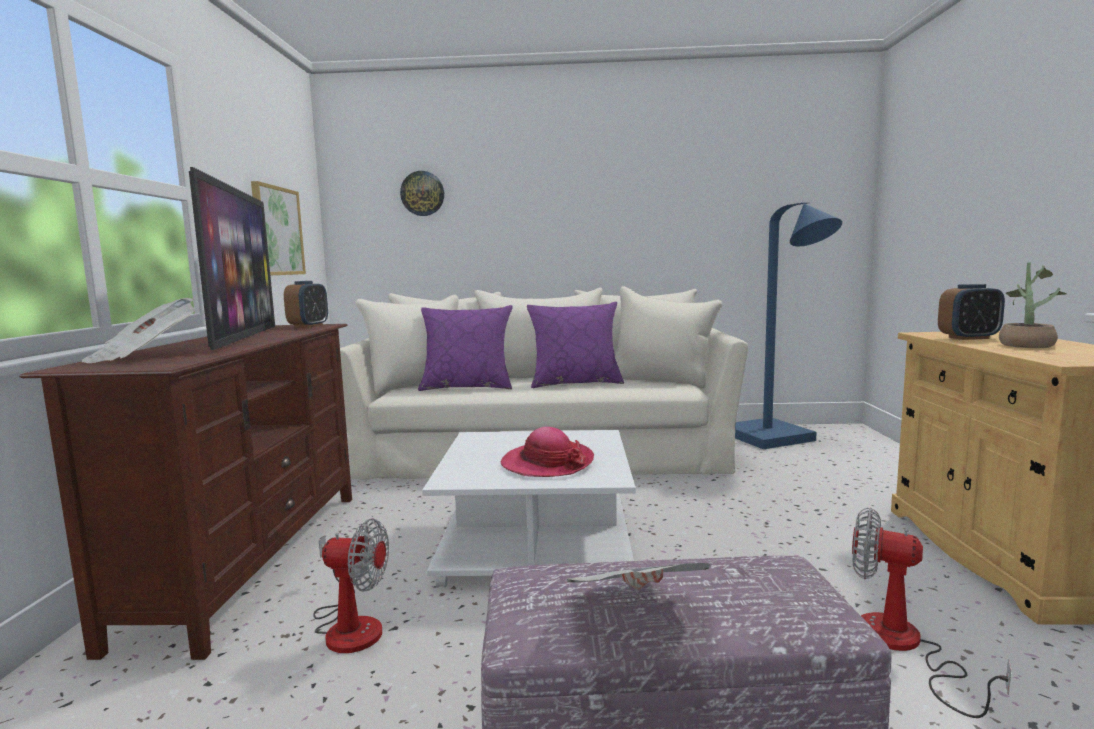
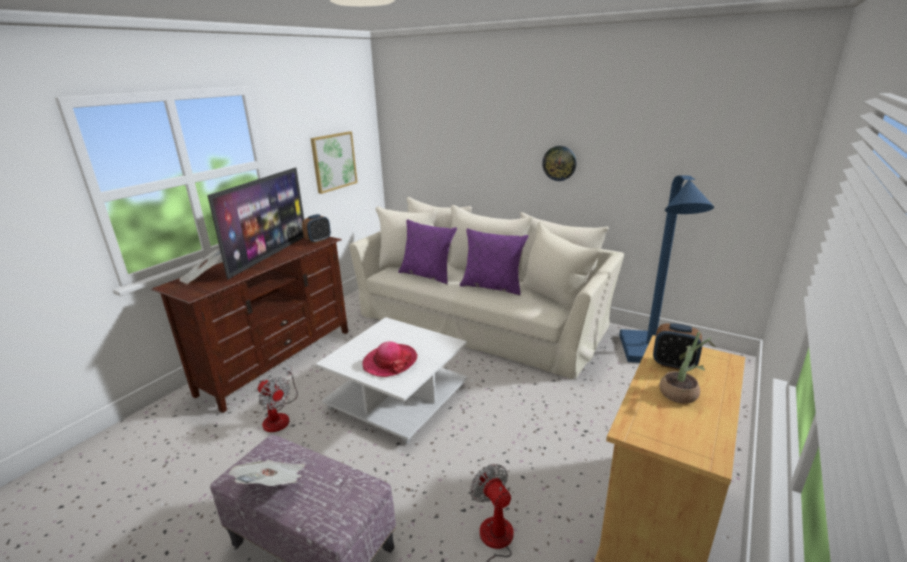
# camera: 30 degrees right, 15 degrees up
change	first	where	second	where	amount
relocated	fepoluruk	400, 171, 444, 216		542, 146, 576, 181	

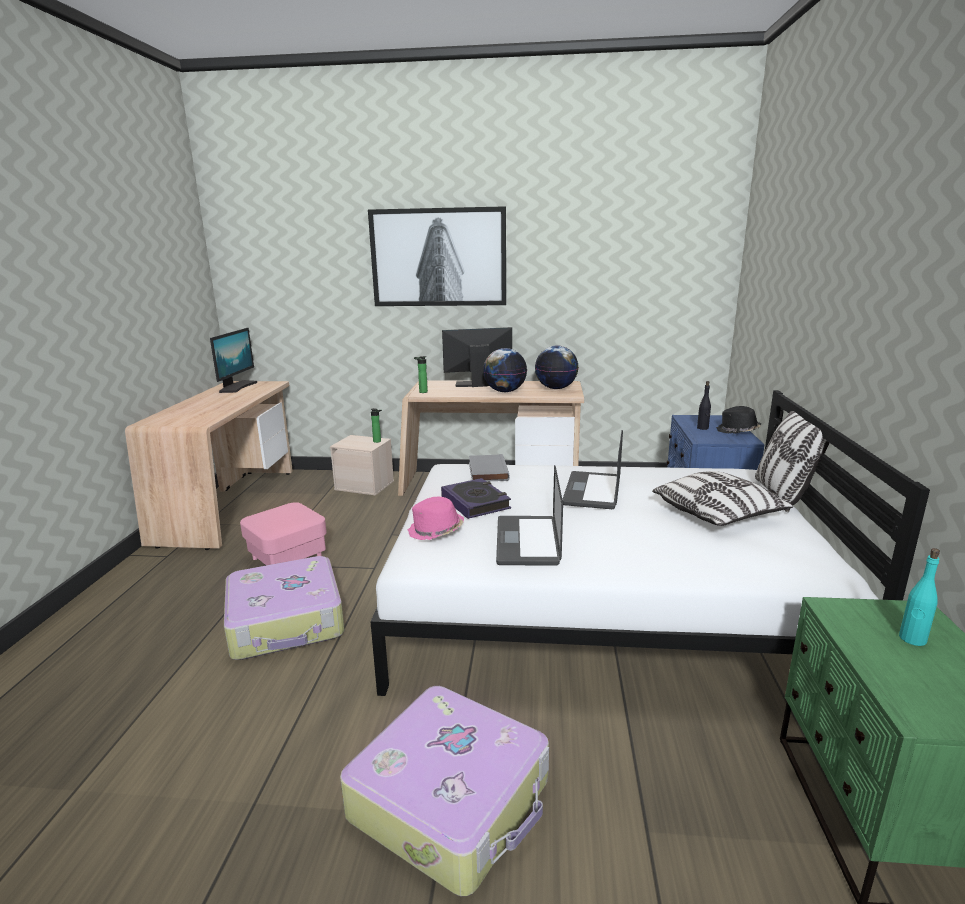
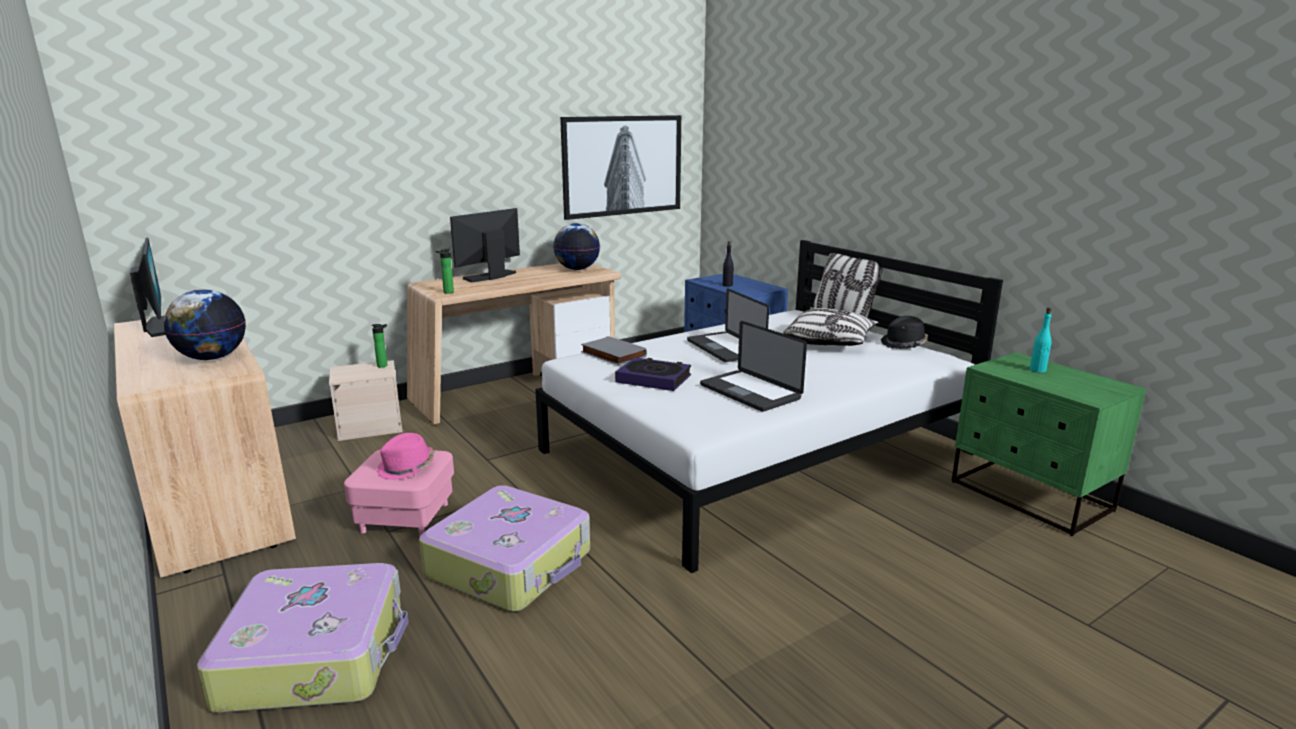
# camera: 40 degrees left, 0 degrees up
change	first	where	second	where	amount
relocated	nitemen	483, 348, 527, 392		164, 289, 246, 360	
relocated	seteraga	340, 686, 549, 896		197, 563, 408, 713	
relocated	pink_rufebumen	407, 497, 464, 540		377, 433, 435, 480	
relocated	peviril	368, 206, 506, 306		560, 115, 681, 220	
relocated	black_rufebumen	716, 406, 761, 434		881, 316, 928, 349	

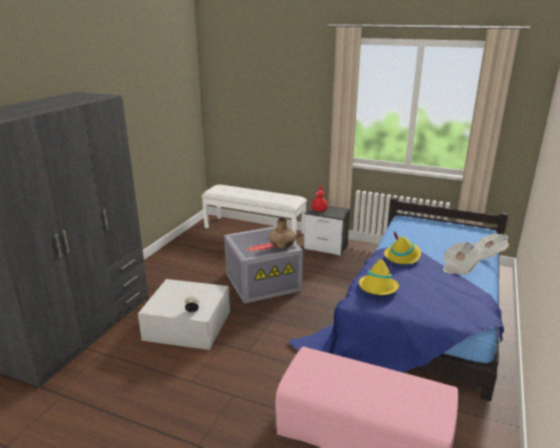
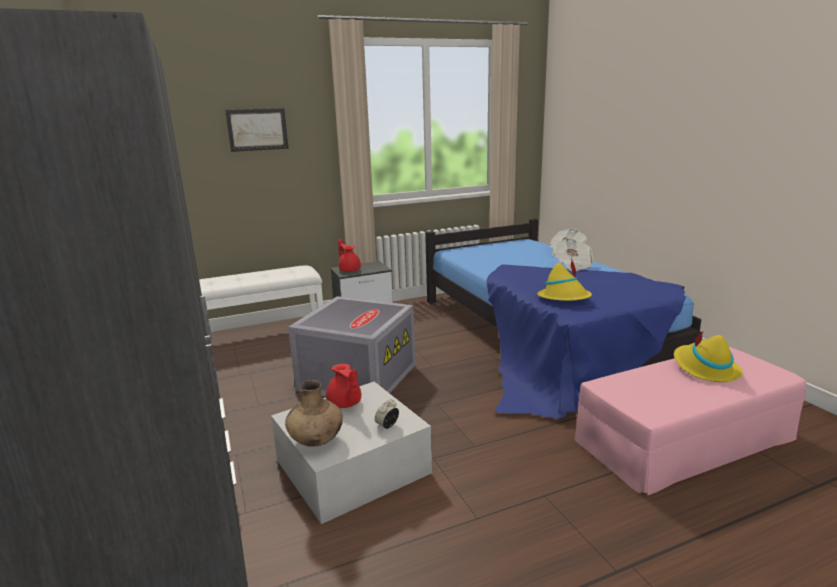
# camera: 45 degrees left, 5 degrees down
change	first	where	second	where	amount
appeared			peviril	225, 108, 289, 152	
relocated	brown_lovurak	269, 217, 296, 249		285, 380, 343, 447	
appeared			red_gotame	326, 364, 361, 408	
relocated	yellow_rufebumen	384, 230, 421, 264		674, 332, 743, 382	

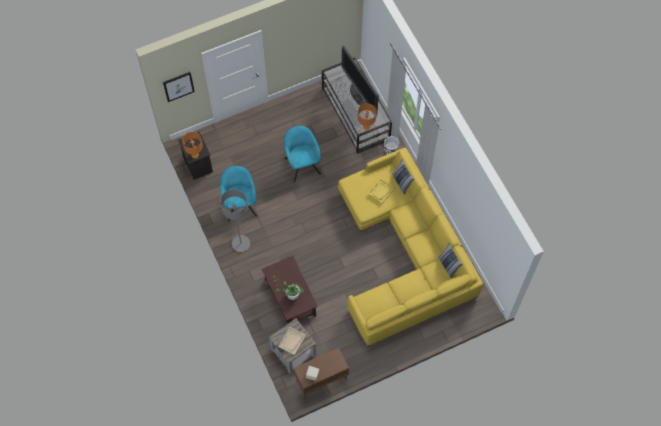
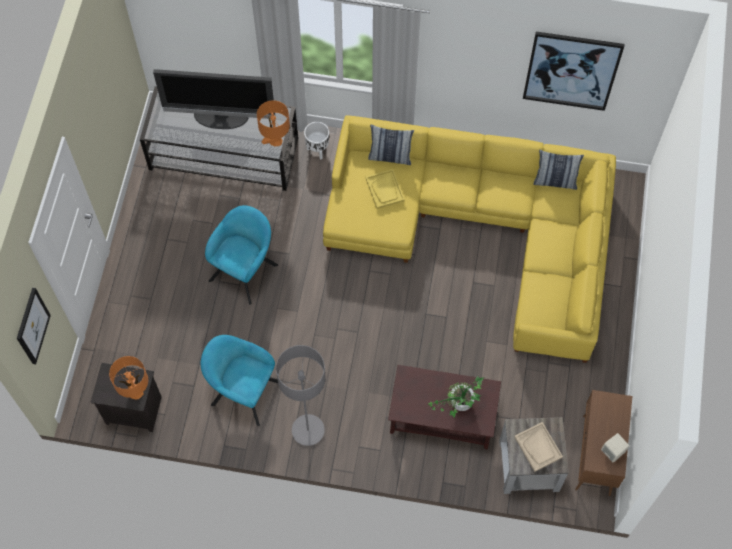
# camera: 55 degrees left, 0 degrees up
change	first	where	second	where	amount
spun	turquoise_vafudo	284, 126, 321, 183		205, 205, 278, 304	105 degrees clockwise
appeared			peviril	523, 32, 625, 111	

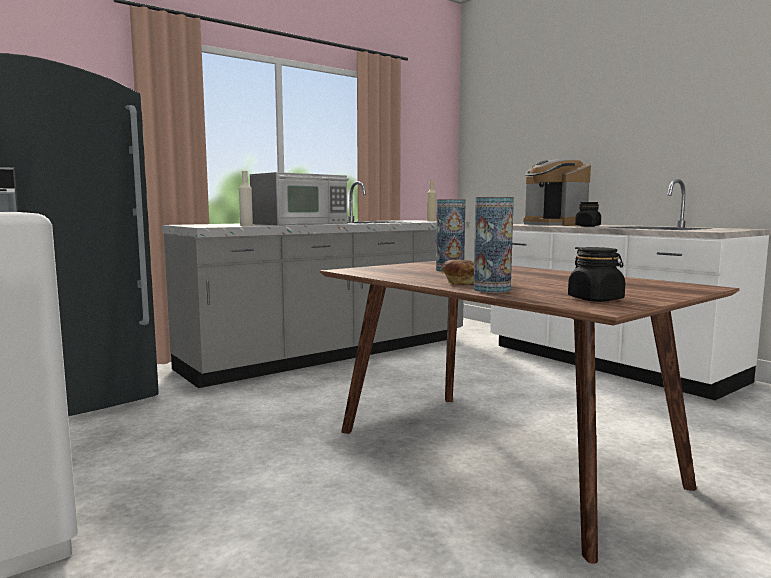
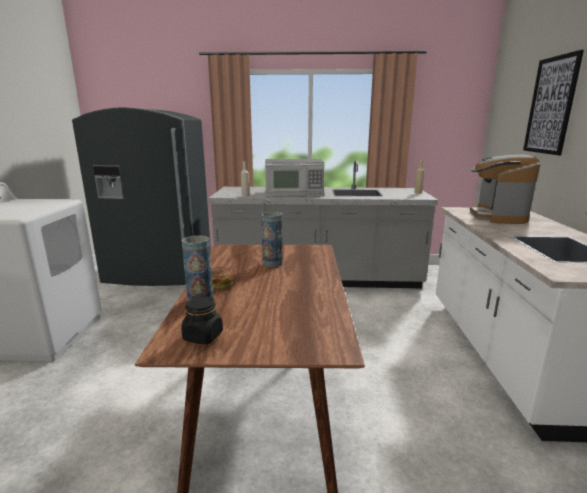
# camera: 40 degrees right, 10 degrees up
change	first	where	second	where	amount
appeared			peviril	523, 50, 584, 155	
missing	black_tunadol	575, 202, 601, 227			

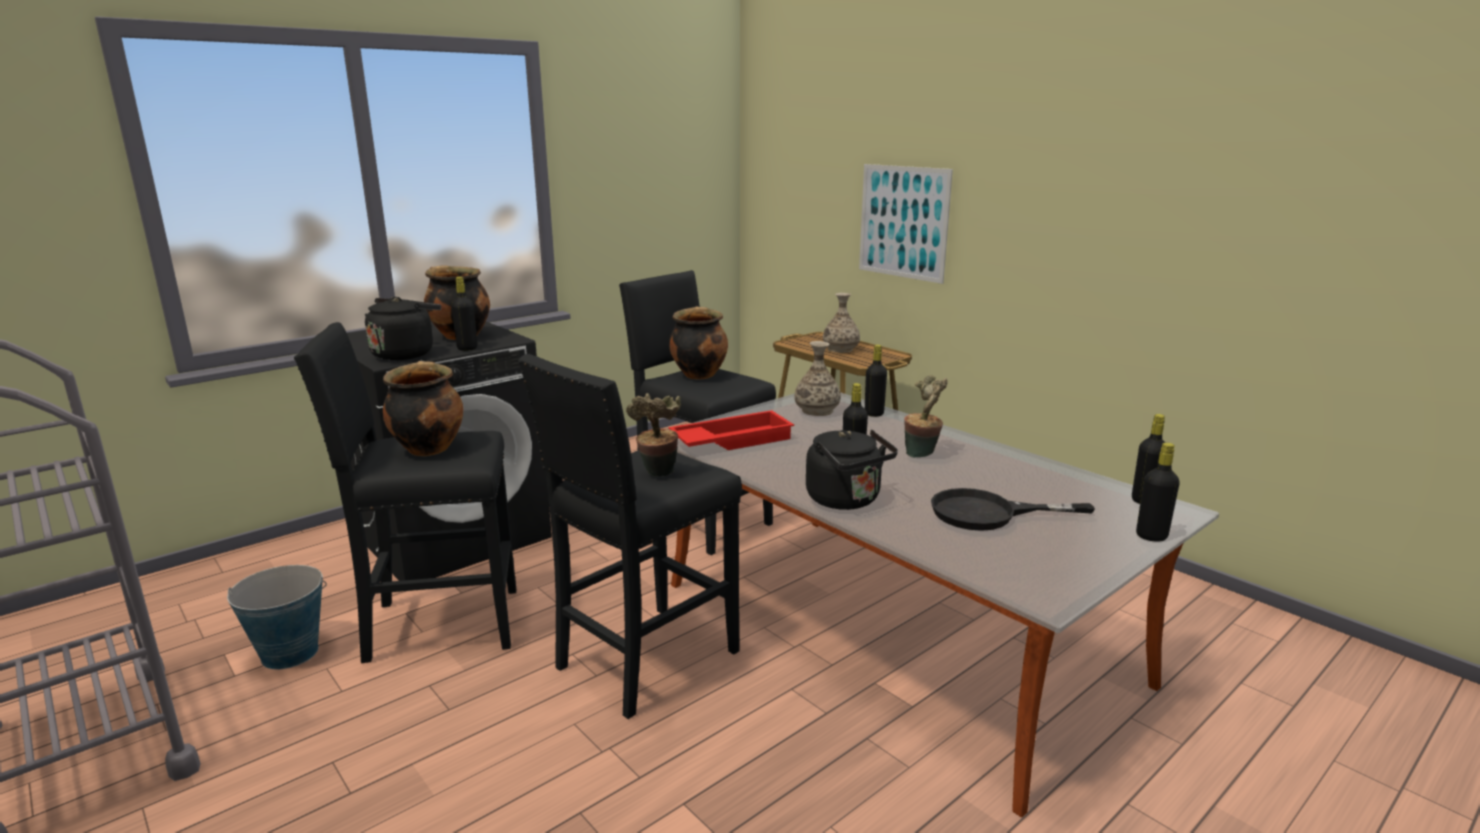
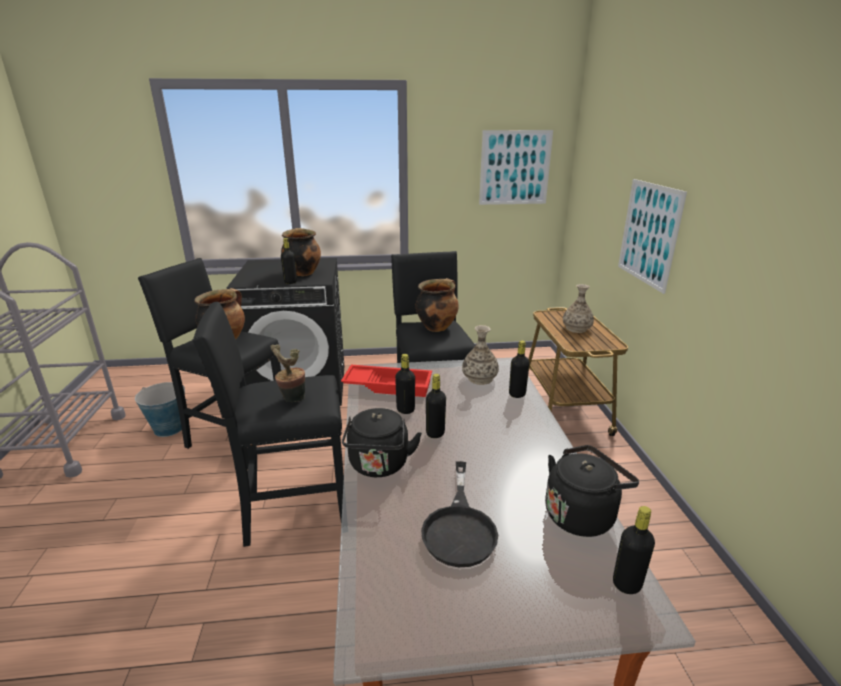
# camera: 35 degrees right, 5 degrees up
change	first	where	second	where	amount
relocated	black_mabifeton	1136, 443, 1180, 542		395, 354, 415, 414	
spun	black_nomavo	931, 488, 1095, 531		421, 461, 498, 567	120 degrees counterclockwise
appeared			peviril	479, 130, 553, 205	
relocated	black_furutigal	365, 297, 441, 361		545, 445, 639, 537	
missing	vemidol	904, 375, 947, 458			

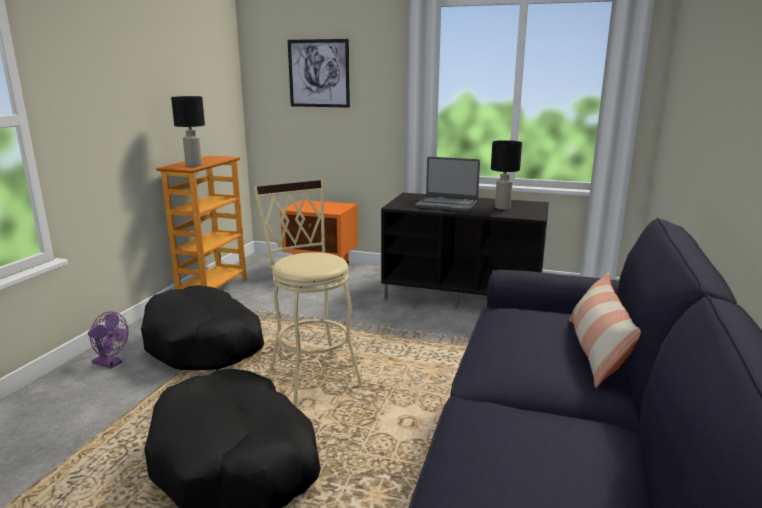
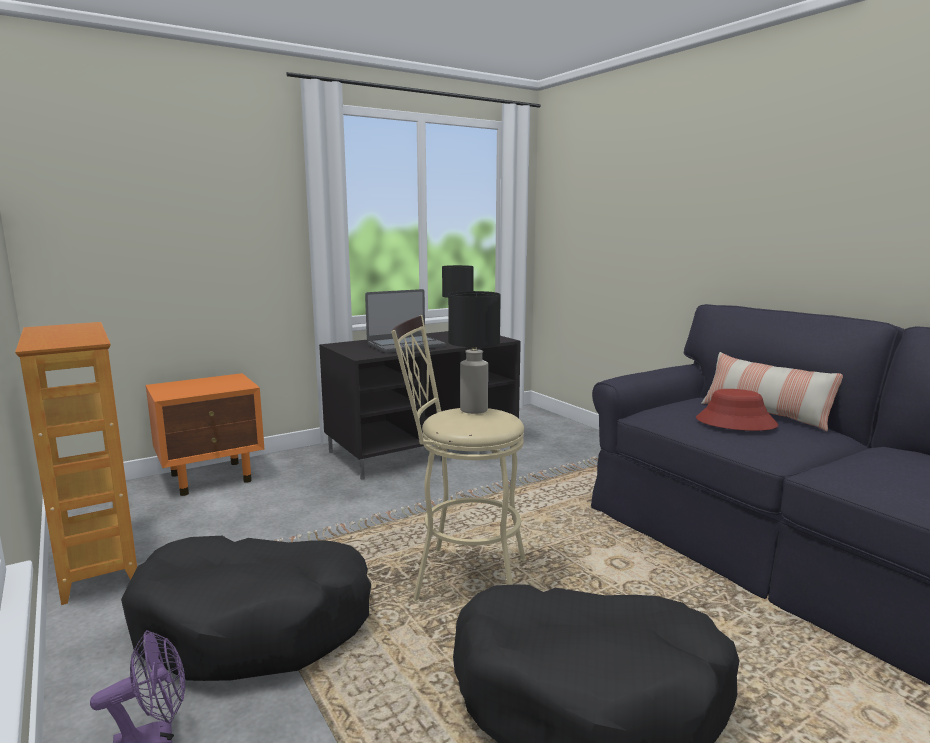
# camera: 50 degrees left, 5 degrees down
change	first	where	second	where	amount
relocated	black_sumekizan	171, 96, 205, 167		448, 291, 501, 414	
appeared			red_rufebumen	696, 389, 778, 431	
missing	peviril	288, 39, 350, 108			

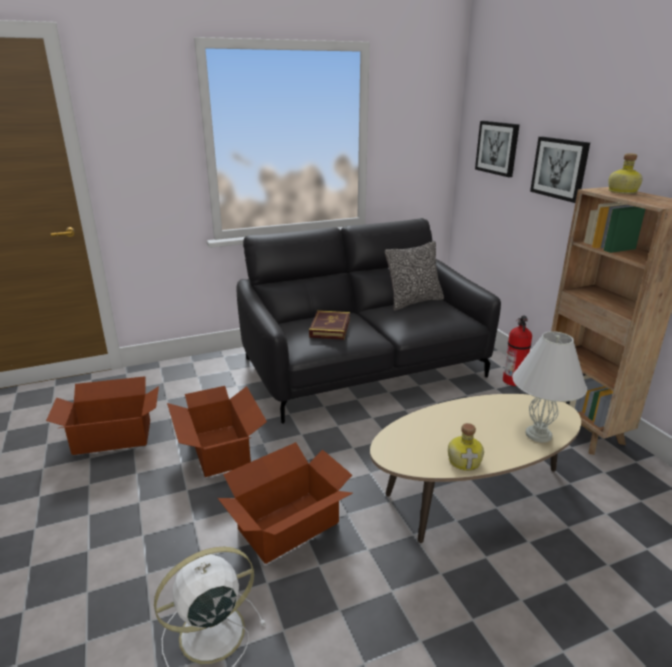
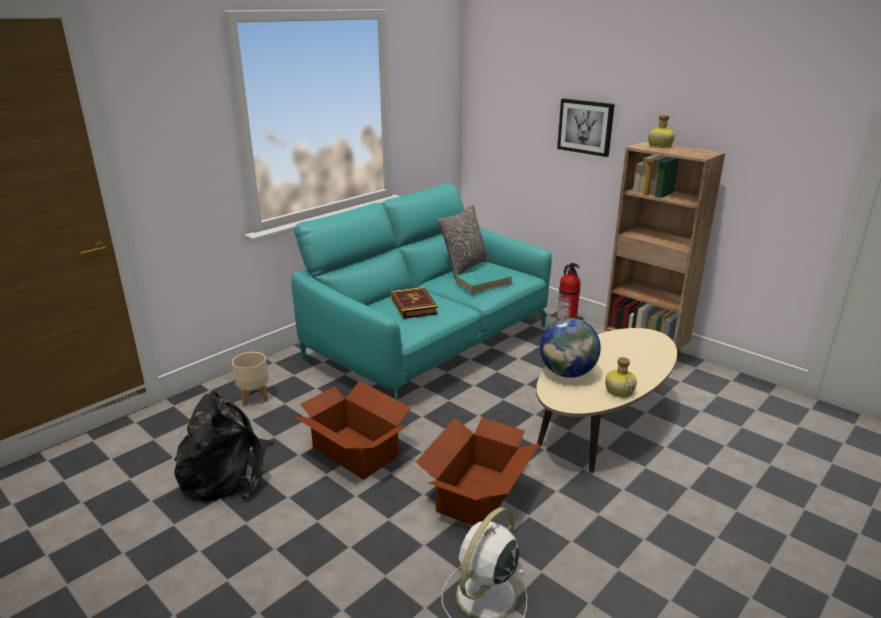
# camera: 25 degrees left, 0 degrees up
change	first	where	second	where	amount
exchanged	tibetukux	46, 376, 159, 455	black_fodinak	174, 391, 275, 502	
appeared			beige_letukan	232, 352, 269, 406	
colour	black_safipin	237, 218, 501, 424	turquoise_safipin	291, 183, 552, 400	
appeared			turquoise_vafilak	454, 267, 513, 293	
appeared			nitemen	540, 318, 601, 378	
missing	peviril	475, 121, 520, 177			
missing	white_sumekizan	512, 331, 587, 443			

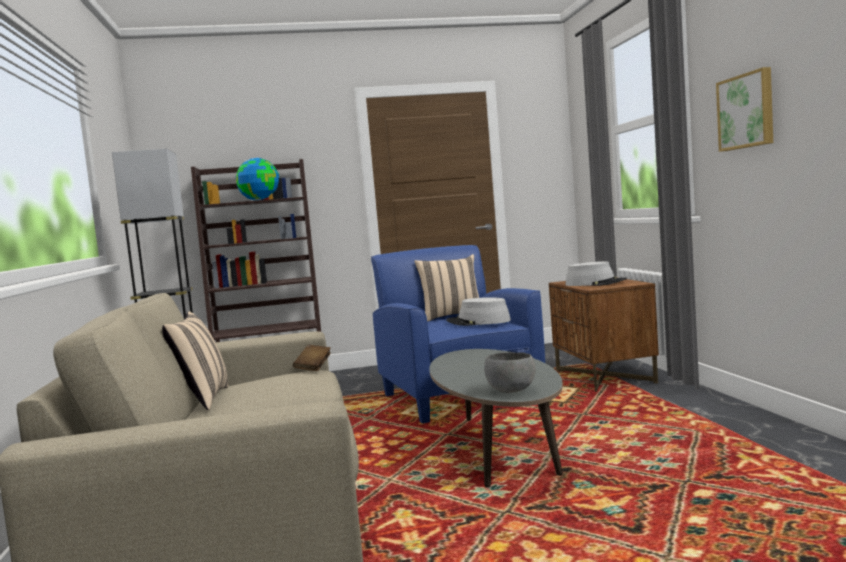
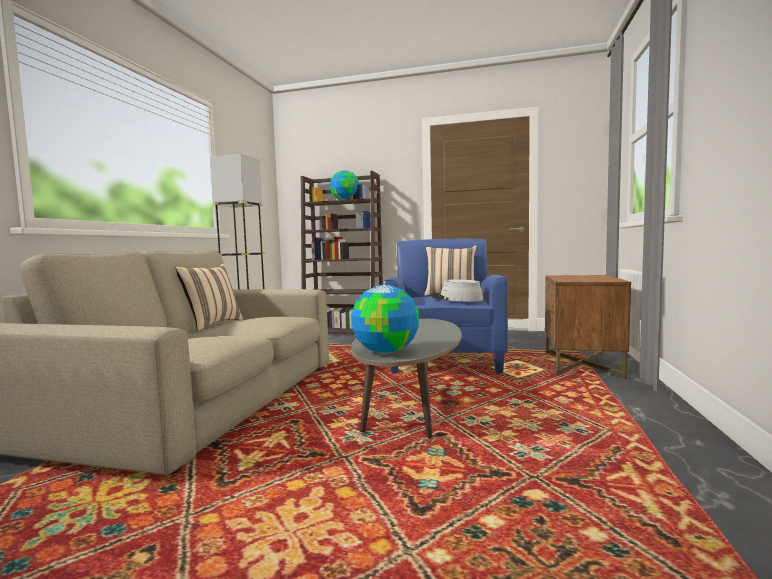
# camera: 25 degrees right, 0 degrees up
change	first	where	second	where	amount
exchanged	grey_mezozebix	484, 352, 536, 393	nitemen	351, 285, 419, 354	
missing	brown_vafilak	293, 345, 331, 371			
missing	grey_rufebumen	565, 261, 627, 286			
missing	peviril	716, 67, 773, 152			

